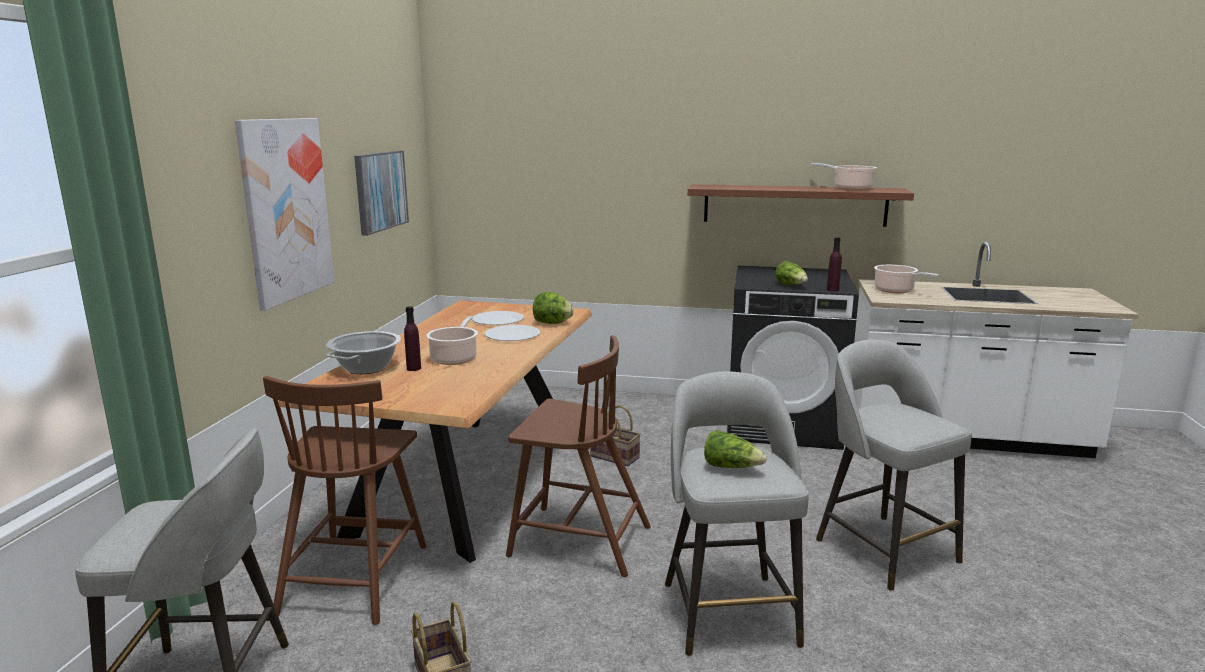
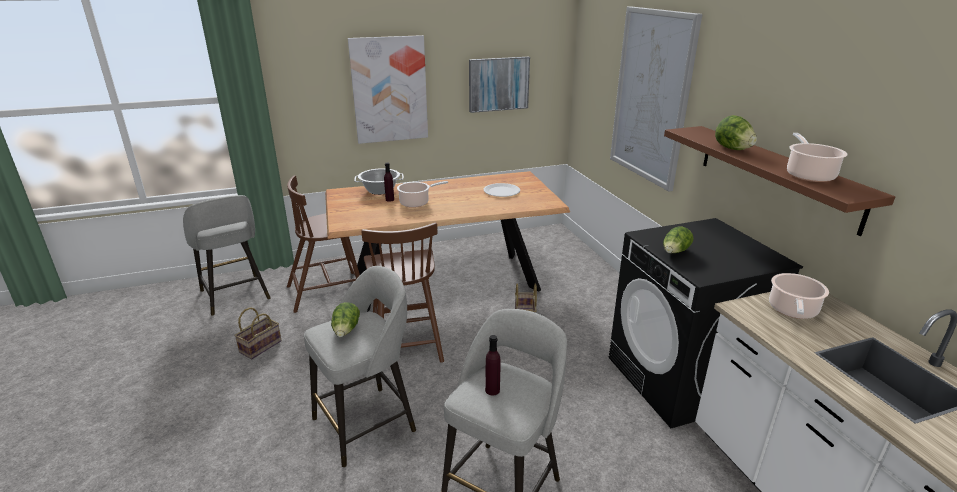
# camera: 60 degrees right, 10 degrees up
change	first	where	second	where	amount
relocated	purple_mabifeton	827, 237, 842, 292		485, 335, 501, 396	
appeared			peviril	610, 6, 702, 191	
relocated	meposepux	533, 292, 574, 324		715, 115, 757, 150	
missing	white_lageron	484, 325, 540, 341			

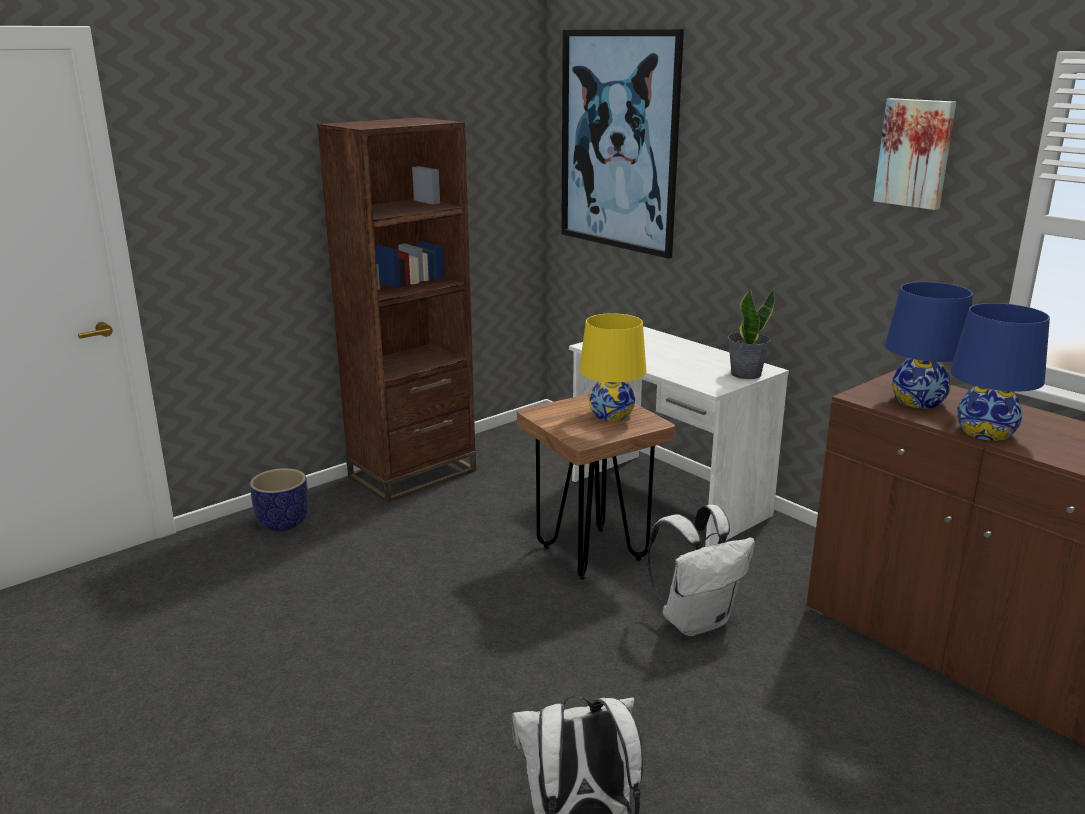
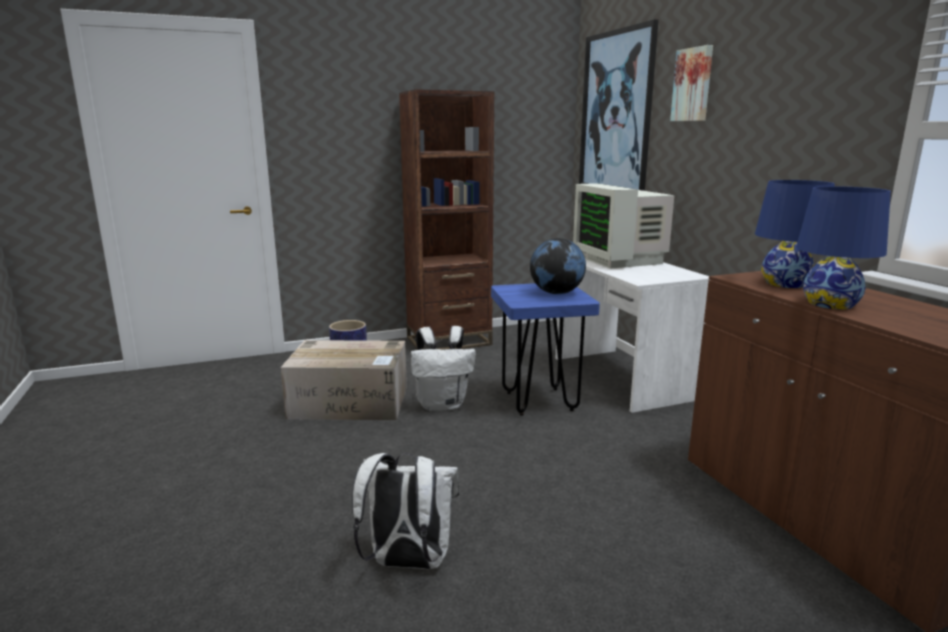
# camera: 20 degrees right, 5 degrees down
change	first	where	second	where	amount
appeared			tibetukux	280, 340, 407, 420	
relocated	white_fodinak	647, 505, 755, 636		411, 326, 476, 411	
colour	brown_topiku	517, 394, 675, 580	blue_topiku	491, 283, 600, 416	
exchanged	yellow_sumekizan	579, 313, 647, 421	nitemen	530, 238, 586, 294	
appeared			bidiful	573, 183, 675, 269	
relocated	peviril	873, 98, 956, 210		670, 45, 713, 121	
missing	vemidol	728, 289, 775, 379			

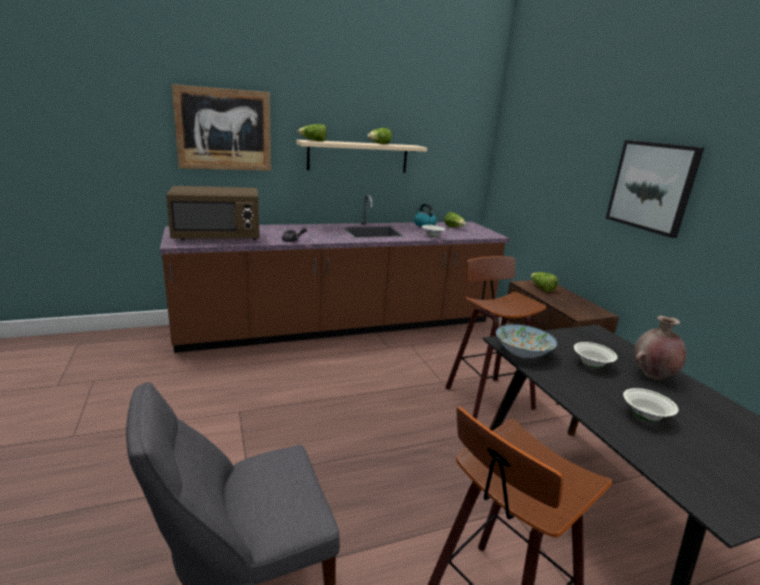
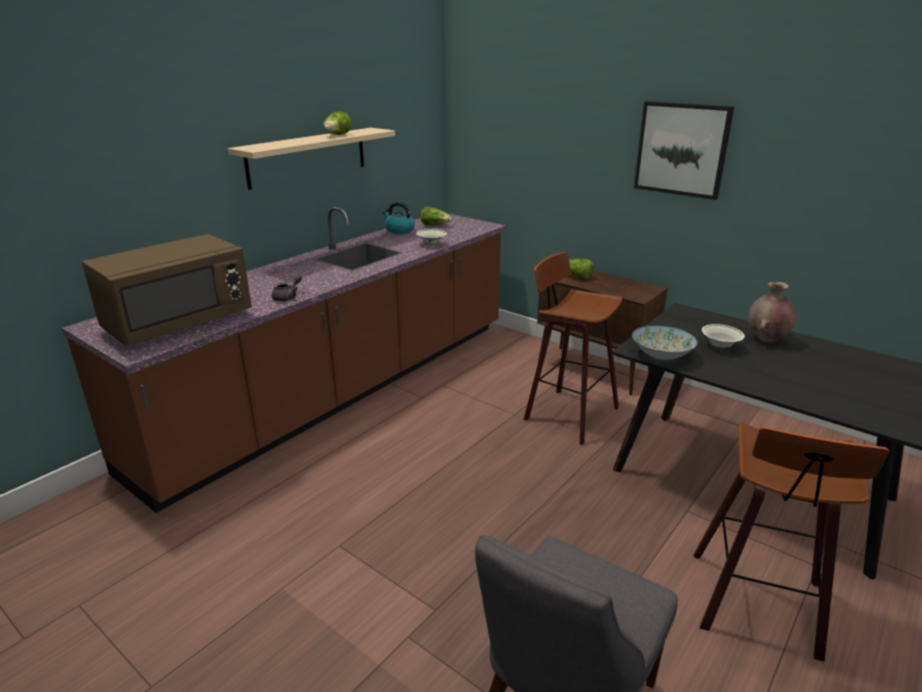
# camera: 30 degrees left, 5 degrees up
change	first	where	second	where	amount
missing	peviril	172, 84, 271, 171			
missing	meposepux	297, 124, 327, 142			
missing	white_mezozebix	623, 388, 679, 422			

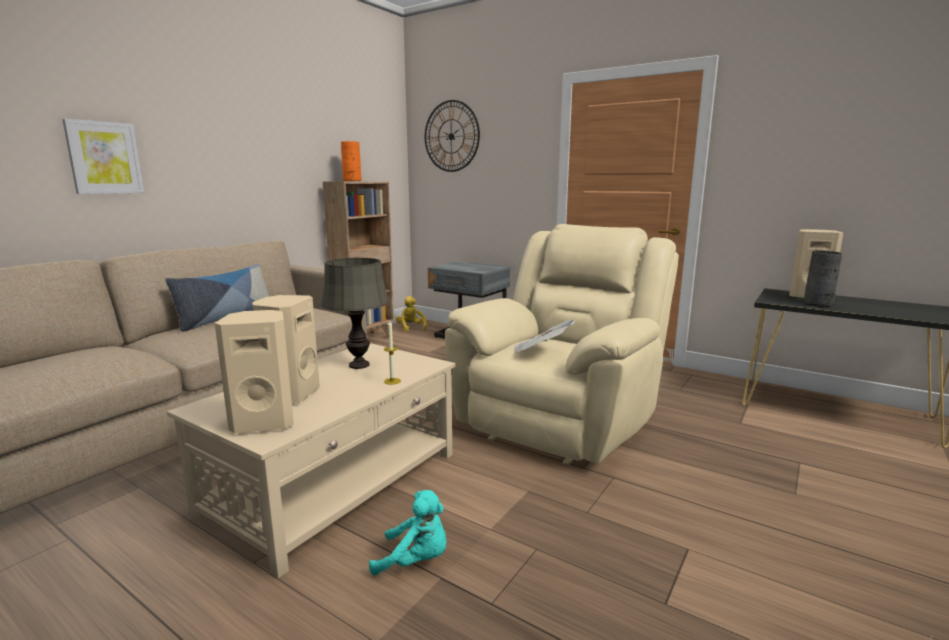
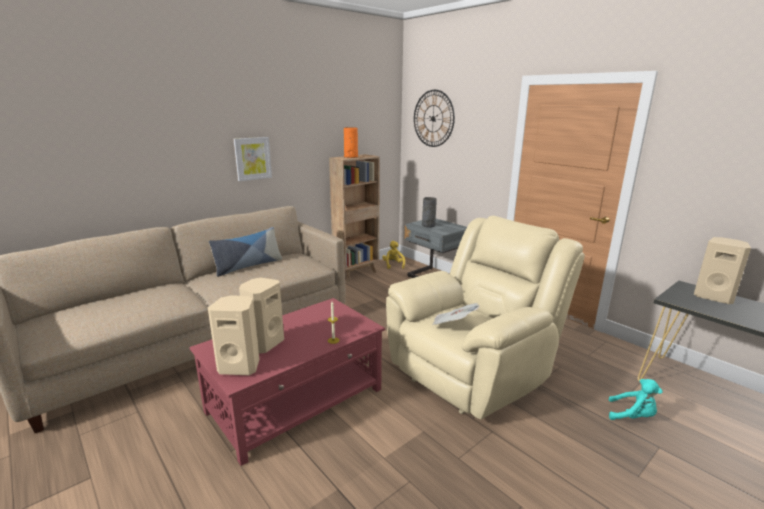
# camera: 15 degrees right, 5 degrees up
change	first	where	second	where	amount
colour	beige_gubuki	167, 343, 456, 578	red_gubuki	189, 298, 385, 466	
relocated	peviril	62, 119, 144, 194		234, 137, 272, 181	
relocated	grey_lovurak	803, 251, 842, 307		422, 197, 437, 227	
relocated	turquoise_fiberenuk	369, 490, 447, 576		609, 379, 663, 420	
missing	grey_sumekizan	321, 258, 389, 369			

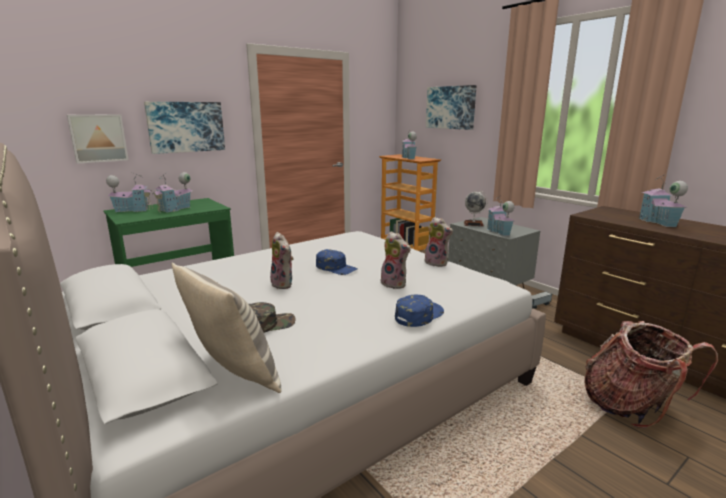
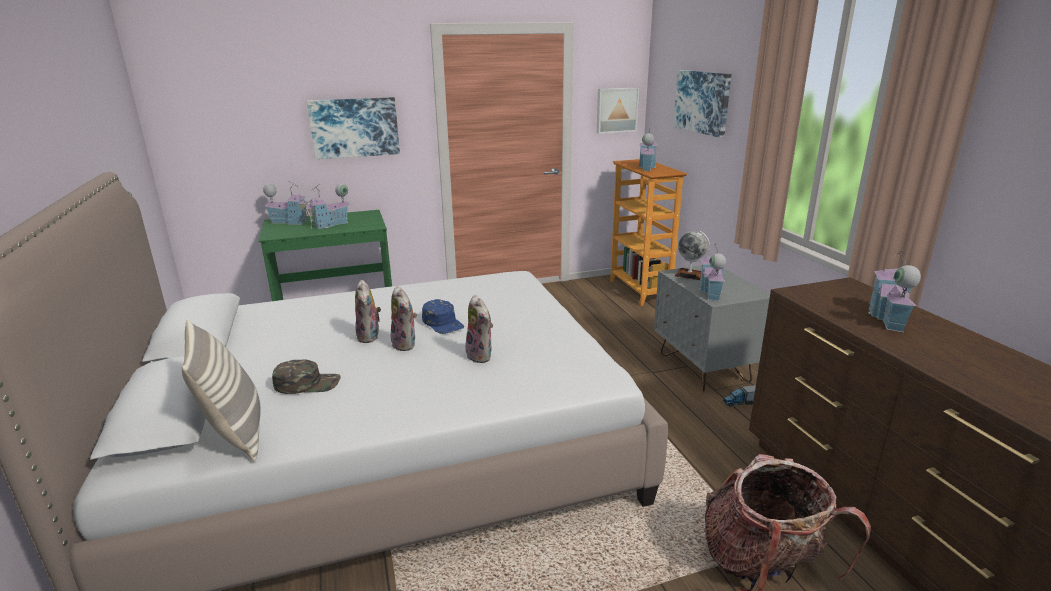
# camera: 20 degrees right, 5 degrees up
change	first	where	second	where	amount
relocated	fiberenuk	424, 217, 453, 267		391, 286, 417, 351	
relocated	peviril	67, 114, 129, 164		597, 88, 639, 134	
missing	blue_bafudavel	395, 295, 444, 327			

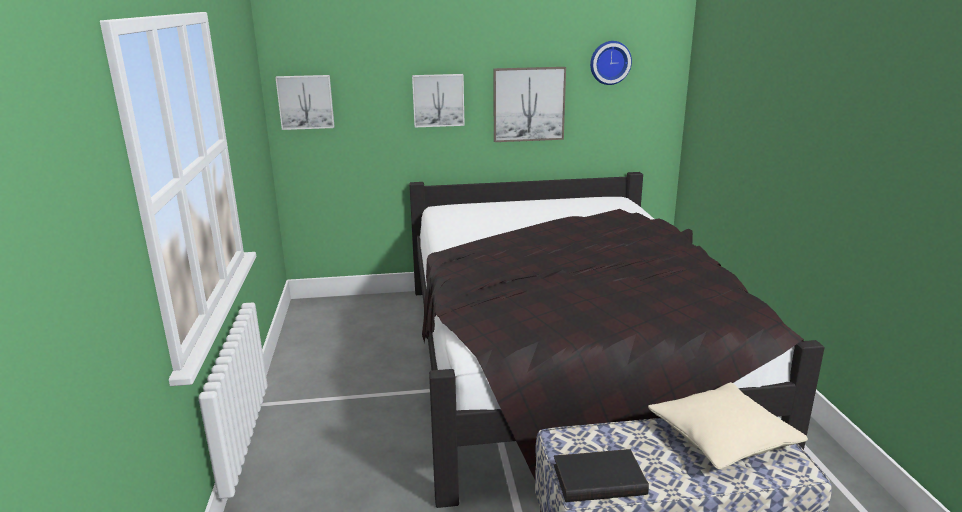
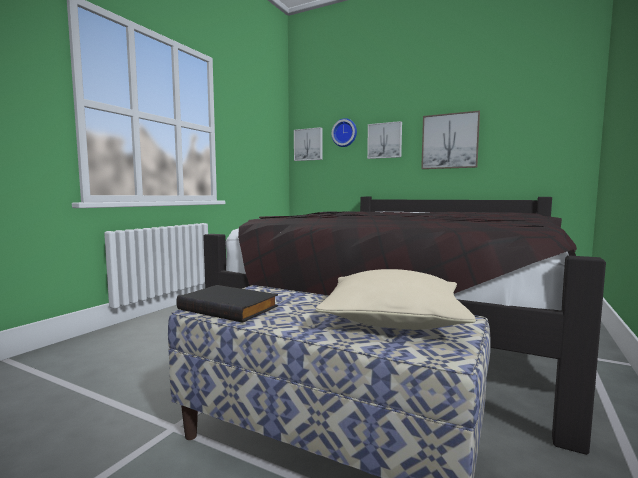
# camera: 35 degrees right, 15 degrees down
change	first	where	second	where	amount
relocated	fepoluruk	590, 41, 632, 85		331, 118, 357, 147	

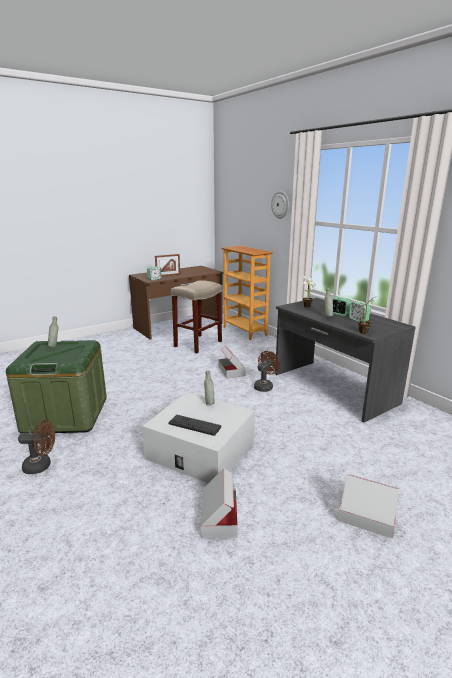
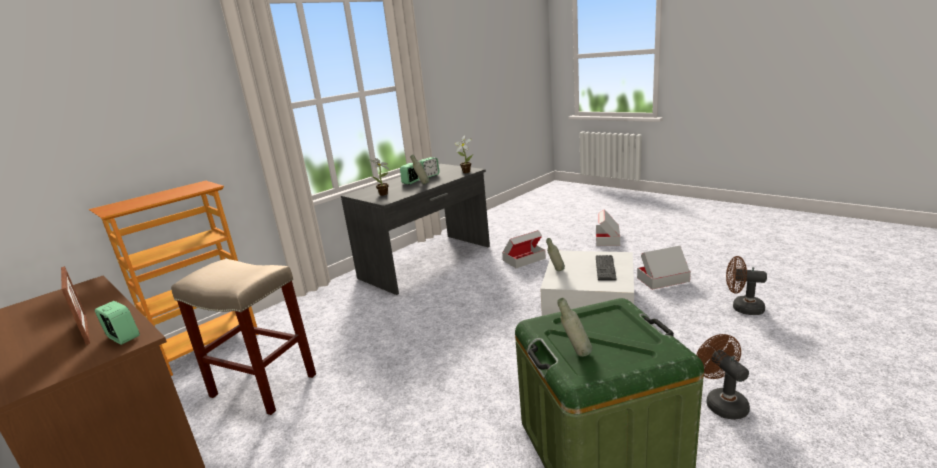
# camera: 100 degrees left, 0 degrees up
change	first	where	second	where	amount
relocated	tibetukux	218, 345, 246, 378		502, 230, 546, 268	
relocated	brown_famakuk	254, 351, 280, 392		726, 256, 767, 315	
missing	fepoluruk	271, 191, 289, 219			

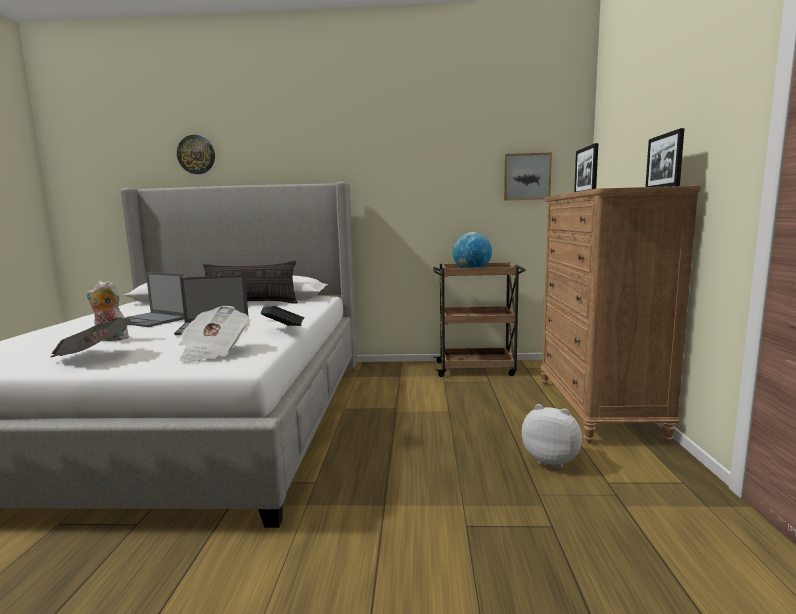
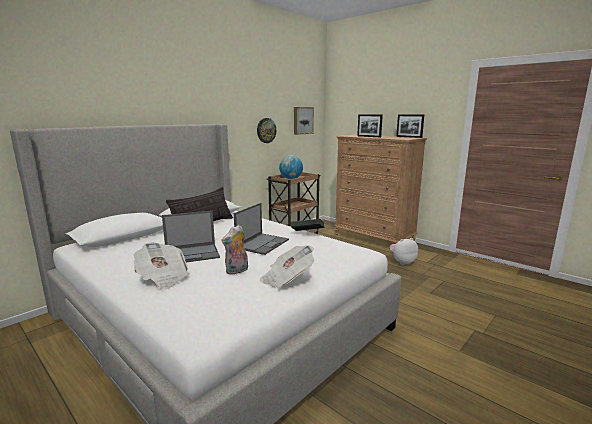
# camera: 50 degrees left, 5 degrees up
change	first	where	second	where	amount
relocated	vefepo	179, 306, 250, 362		134, 242, 189, 289	
relocated	fepoluruk	177, 135, 215, 174		257, 118, 276, 143	

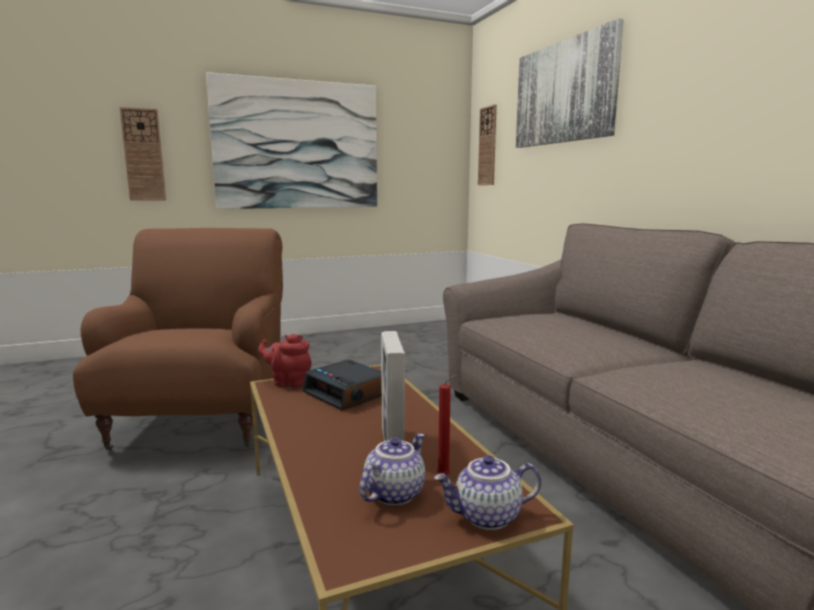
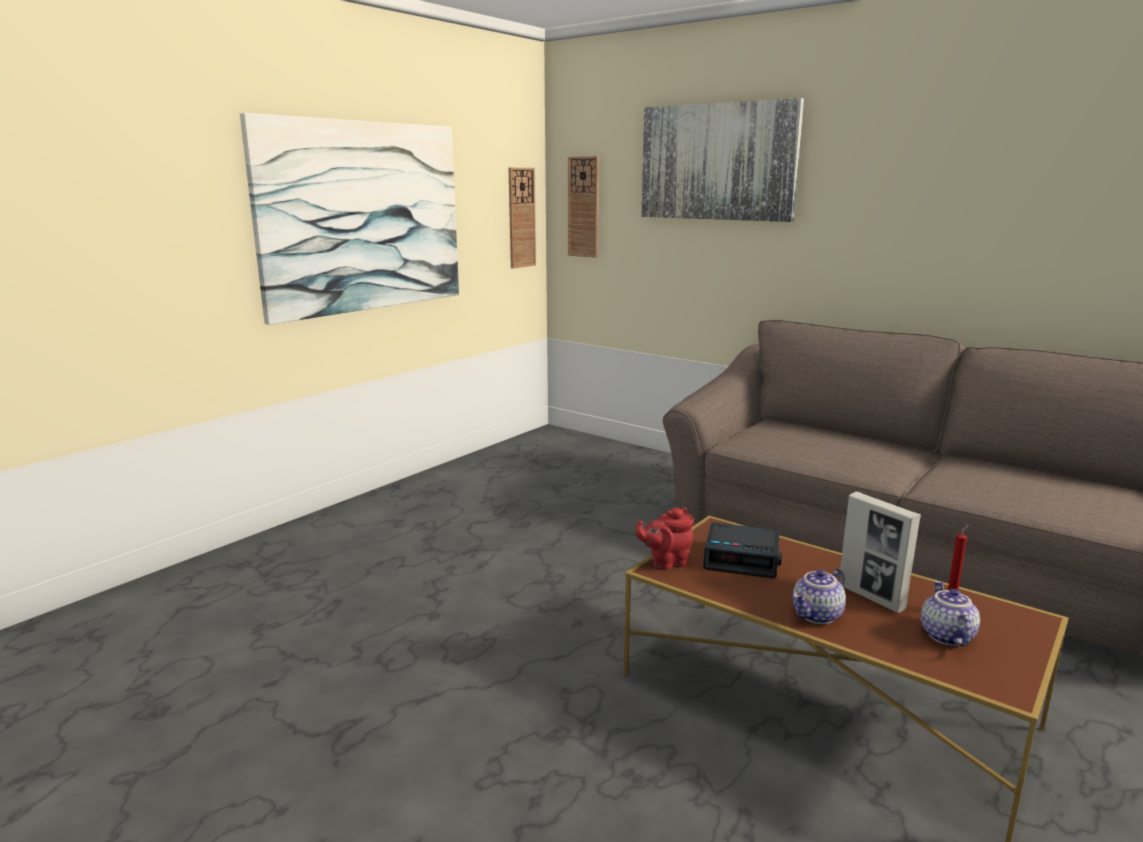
# camera: 30 degrees left, 5 degrees up
change	first	where	second	where	amount
relocated	fepoluruk	120, 107, 166, 201		509, 168, 536, 269	
relocated	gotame	434, 455, 541, 530		793, 568, 846, 624	
missing	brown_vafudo	73, 228, 283, 450			

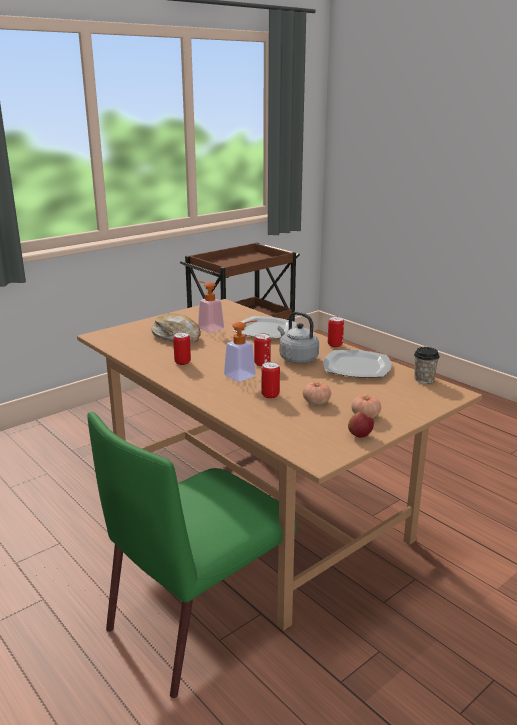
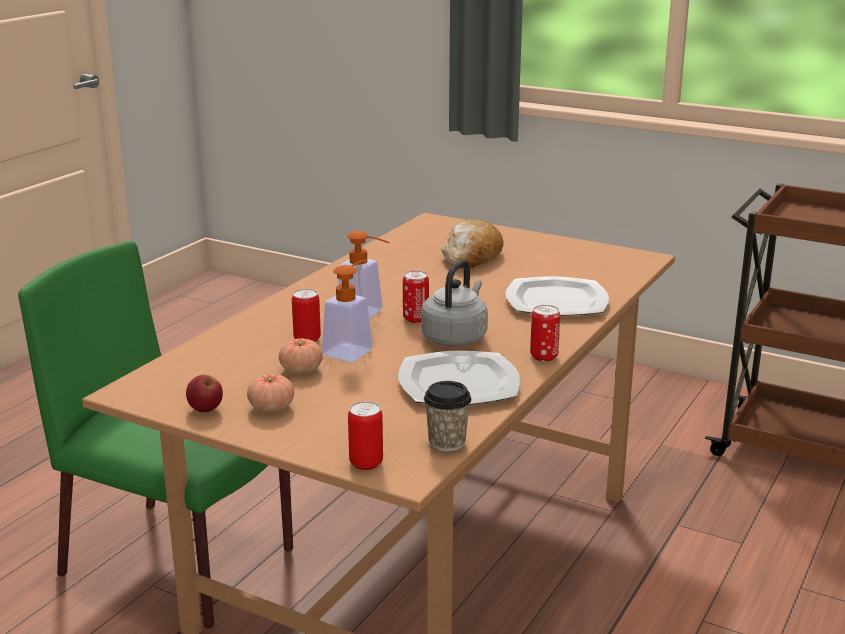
# camera: 70 degrees right, 0 degrees up
change	first	where	second	where	amount
relocated	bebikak	198, 281, 224, 332		322, 260, 373, 362	
relocated	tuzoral	173, 332, 191, 365		348, 401, 383, 470	

